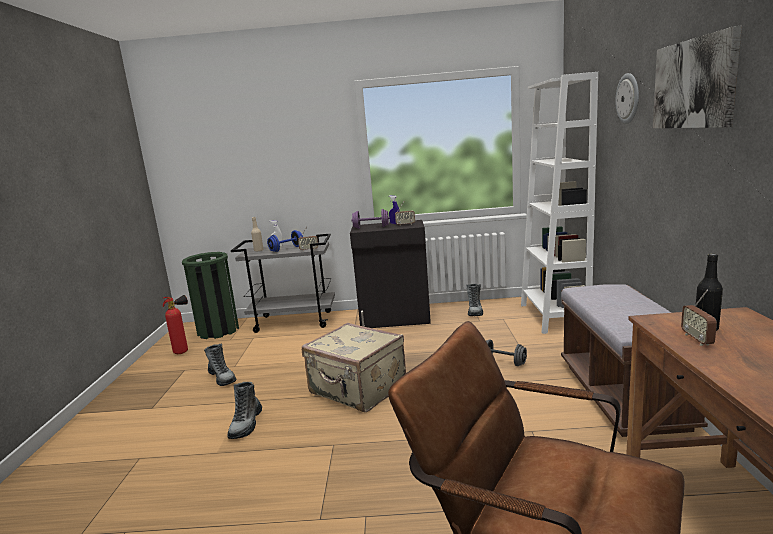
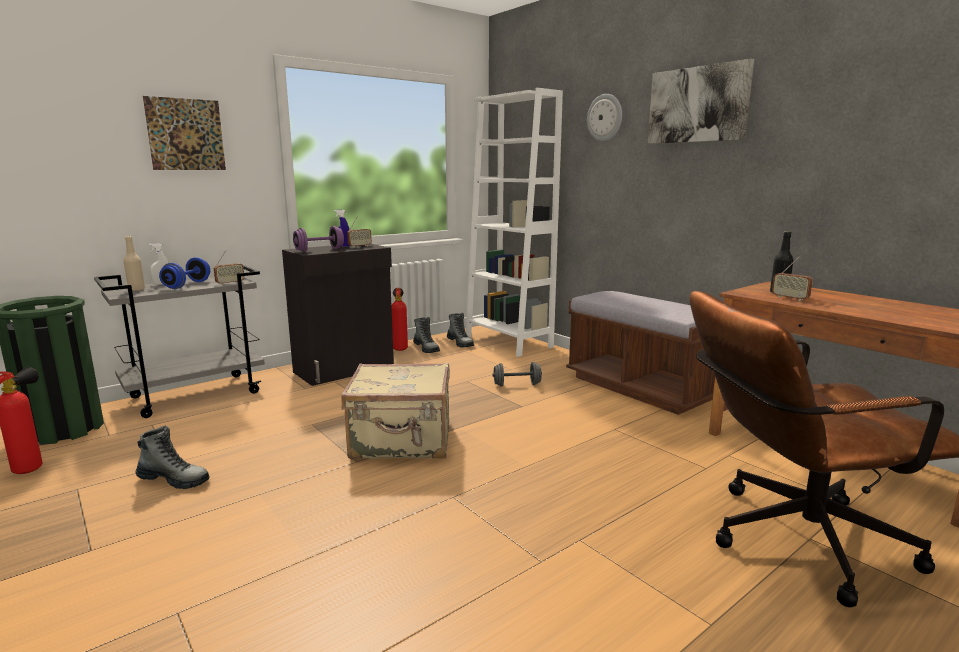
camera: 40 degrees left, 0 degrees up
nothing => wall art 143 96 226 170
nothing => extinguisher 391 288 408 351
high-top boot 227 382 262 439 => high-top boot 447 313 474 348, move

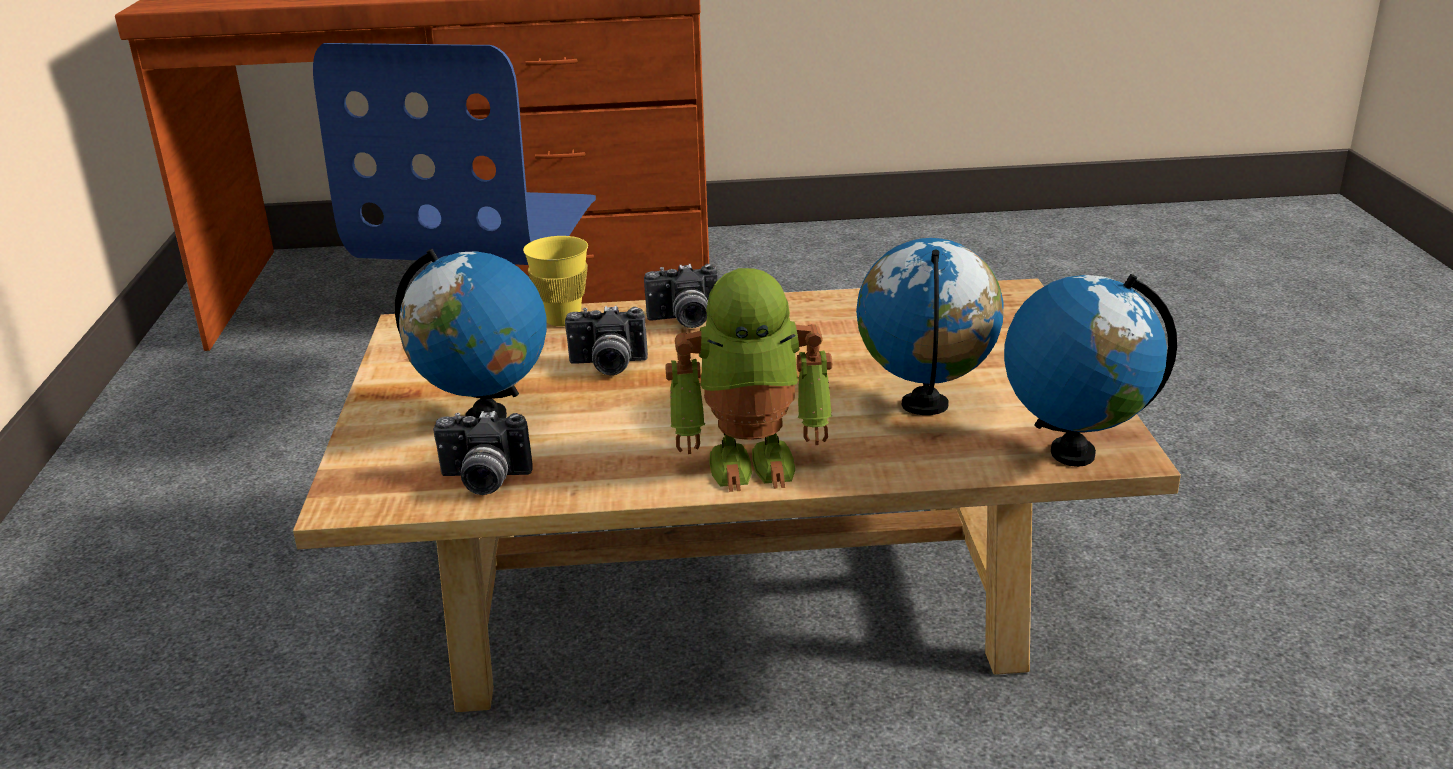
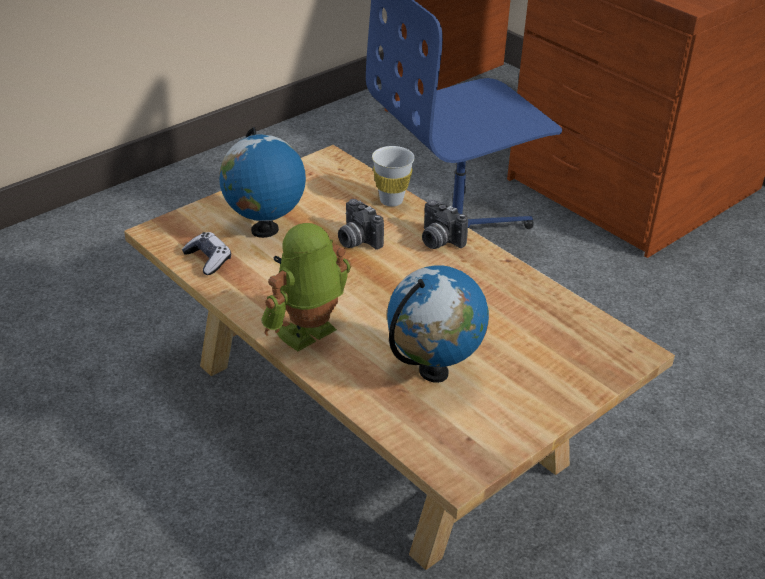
camera: 50 degrees right, 10 degrees up
world globe 1004 274 1177 467 => nothing
photo camera 433 411 533 495 => joypad 182 232 231 275
cup (yellow) 523 236 588 326 => cup (whitish) 372 146 415 207
robot figure 665 268 832 492 => robot figure 261 223 352 351, 90 degrees clockwise

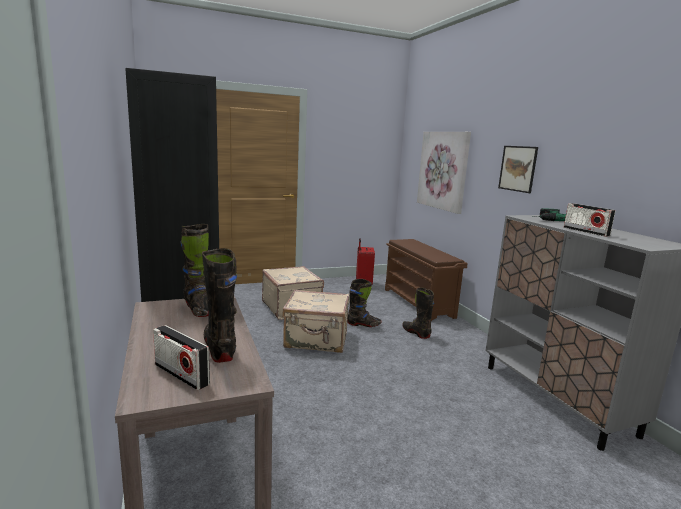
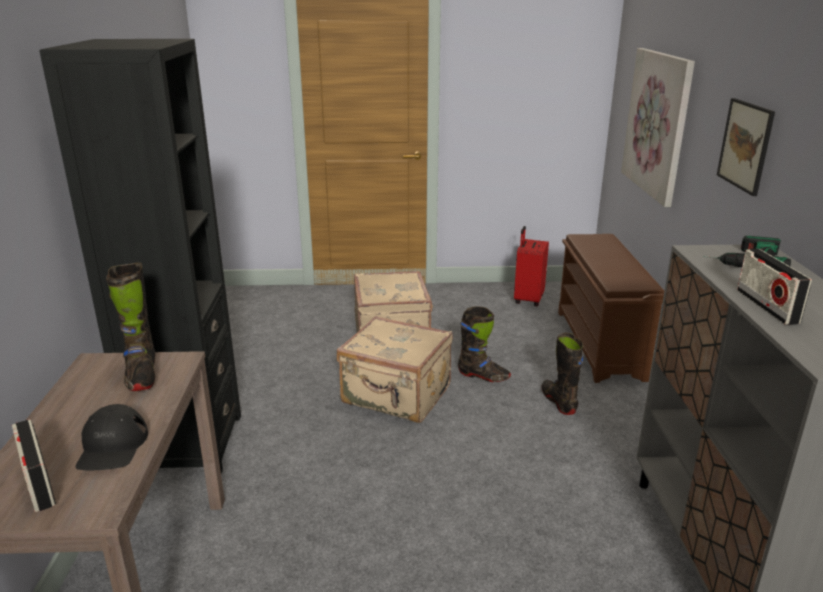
camera: 20 degrees right, 10 degrees up
high-top boot (blackish) 202 248 237 363 => cap (blackish) 76 404 148 470

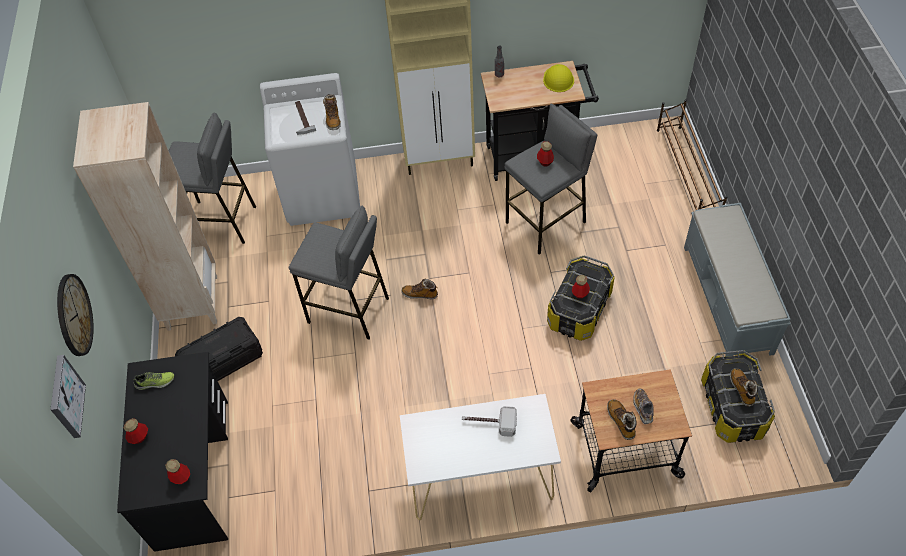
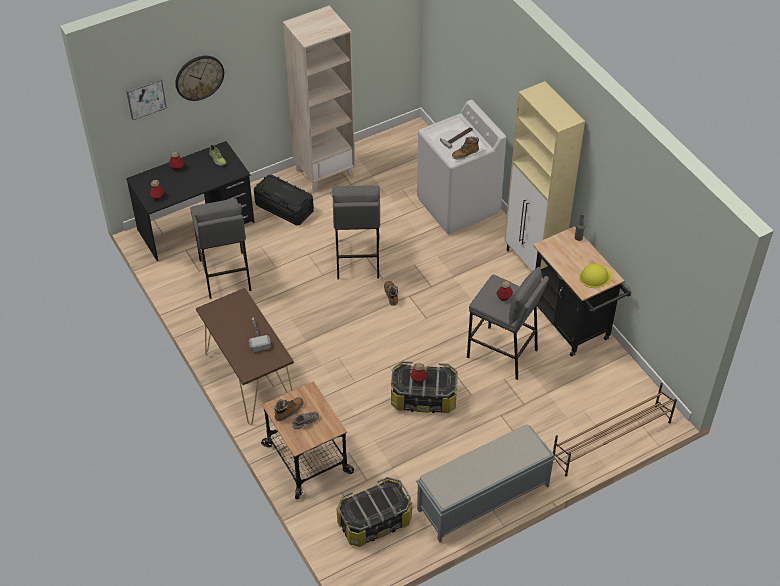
camera: 65 degrees right, 5 degrees down
high-top boot 730 368 758 407 => nothing
sitting stool (greyish) 169 113 256 244 => sitting stool (greyish) 190 199 251 299, move
narrow table (whitish) 400 394 561 520 => narrow table (brown) 196 288 294 425

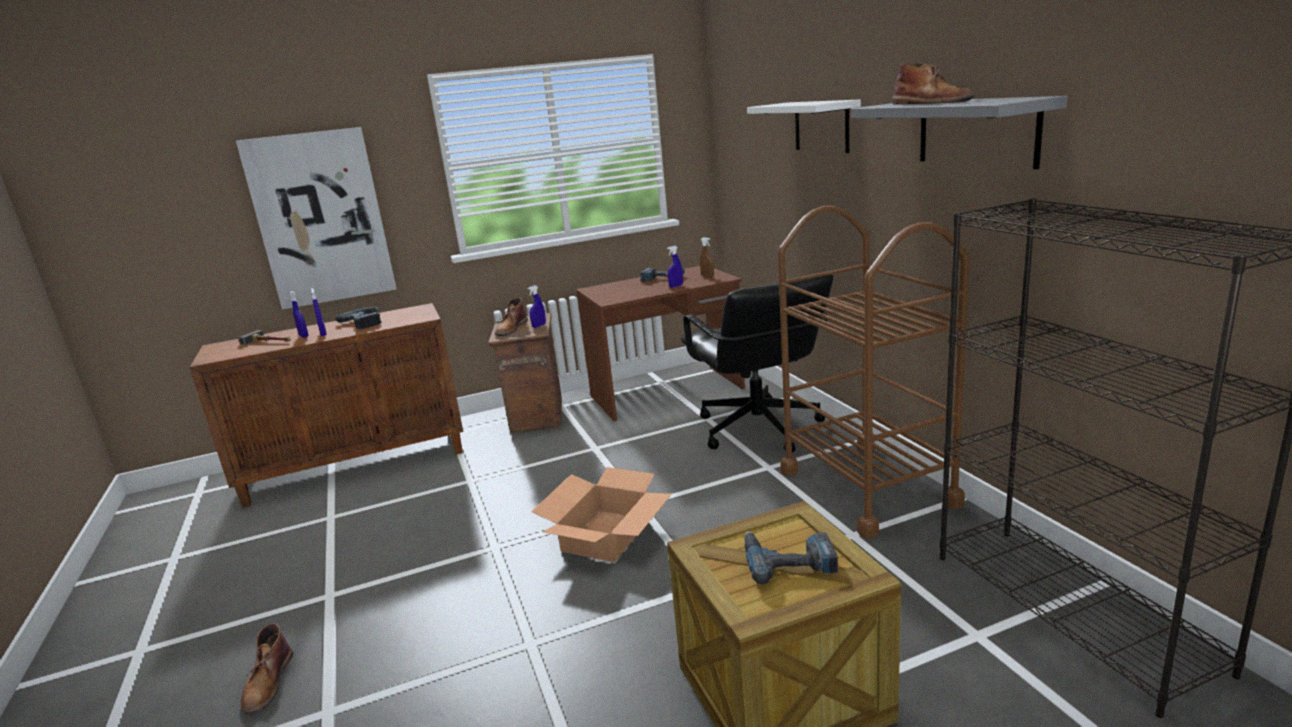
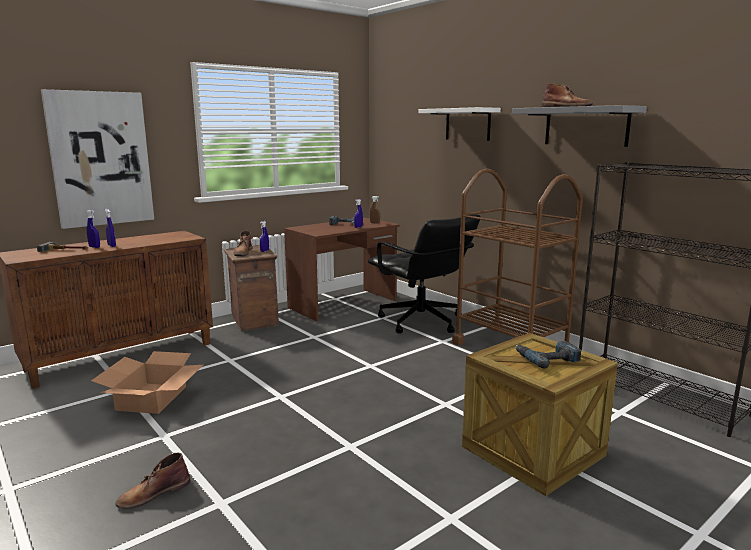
camera: 20 degrees left, 5 degrees down
electric drill 336 307 382 330 => nothing
cardboard box 531 467 672 563 => cardboard box 91 351 203 414, move
high-top boot (brown) 240 623 293 714 => high-top boot (brown) 115 452 190 509, 75 degrees clockwise

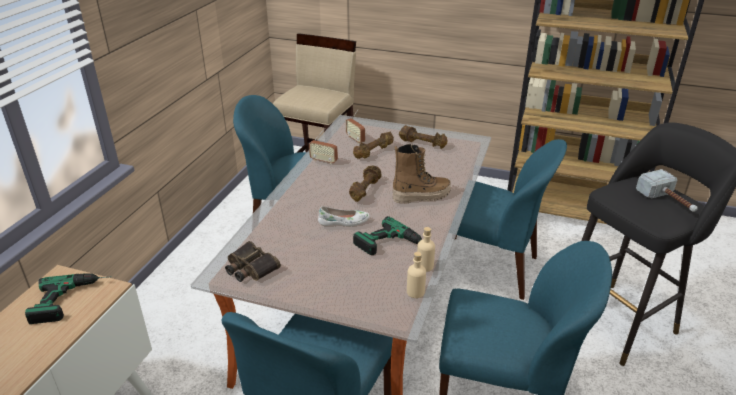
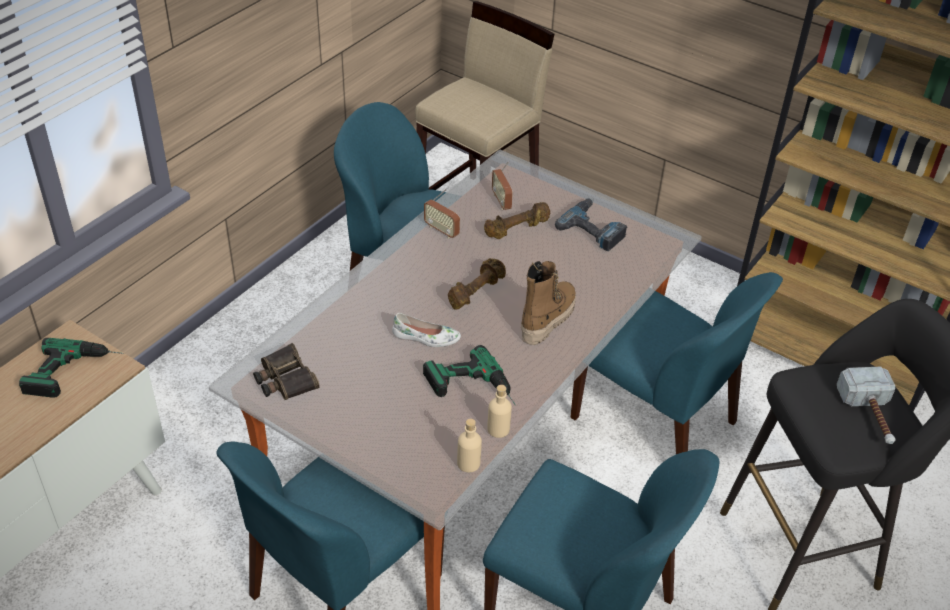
camera: 15 degrees right, 10 degrees up
dumbbell (brown) 399 125 448 149 => electric drill 555 198 627 251
high-top boot 393 144 451 203 => high-top boot 521 261 576 345, 60 degrees counterclockwise

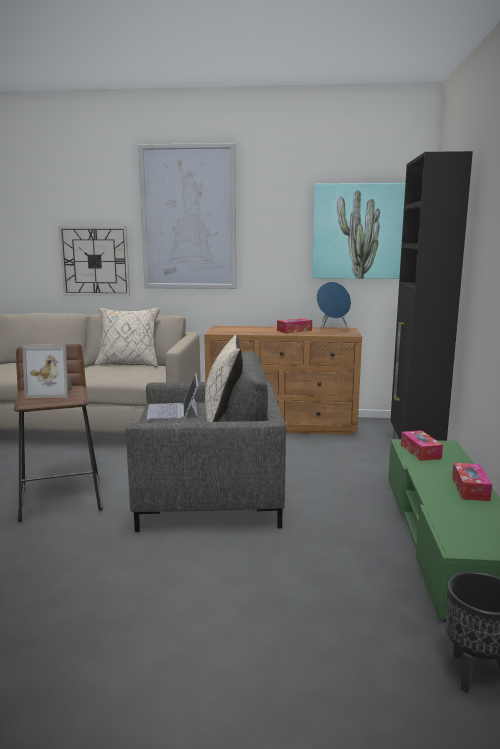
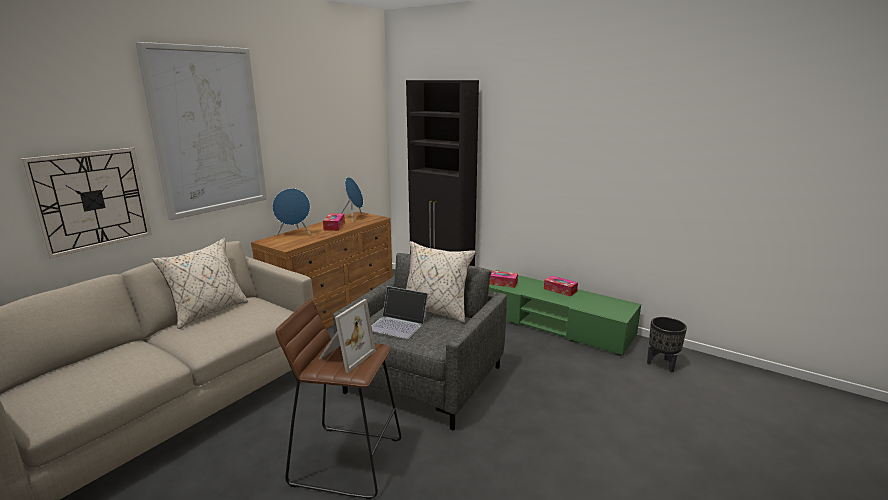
camera: 60 degrees left, 5 degrees up
wall art 312 183 405 279 => nothing
nothing => speaker (bluish) 272 188 311 236

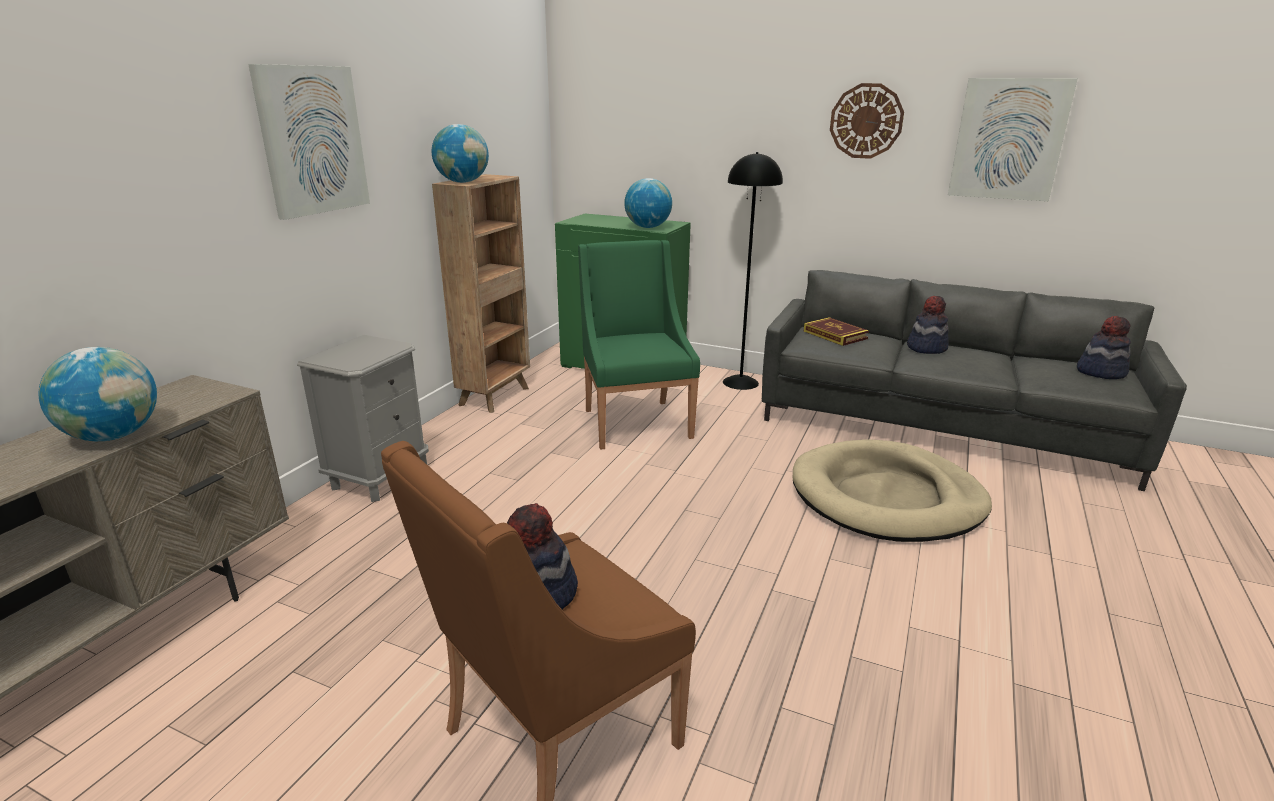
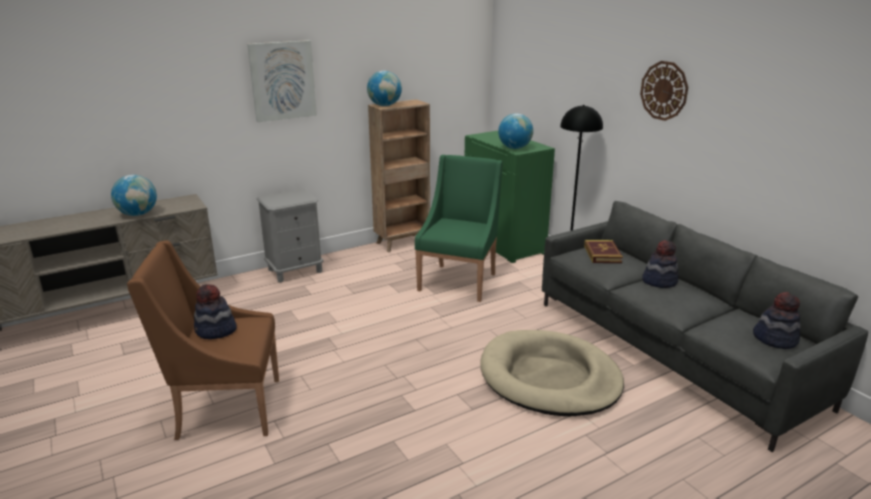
camera: 35 degrees right, 0 degrees up
wall art 948 78 1078 201 => nothing

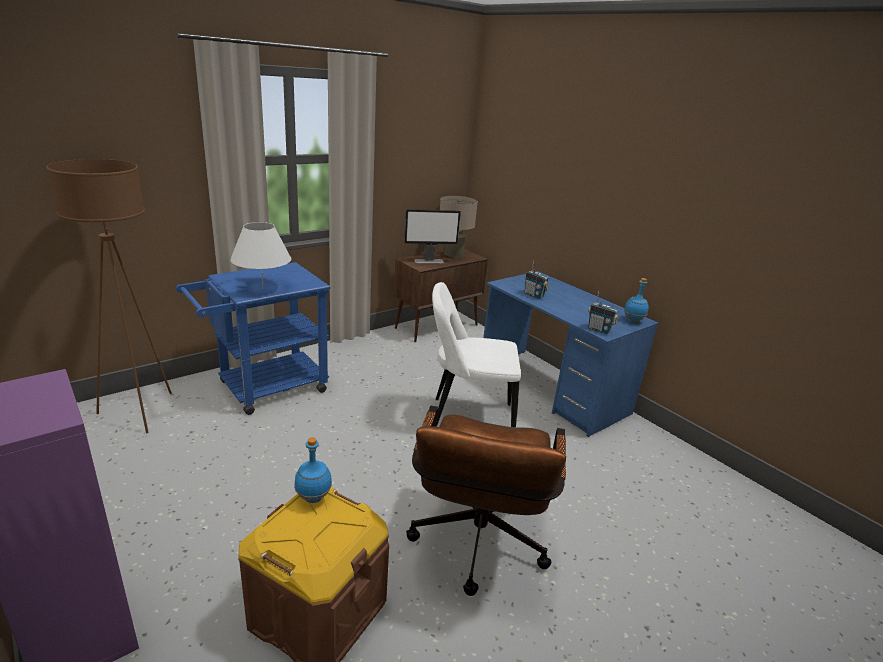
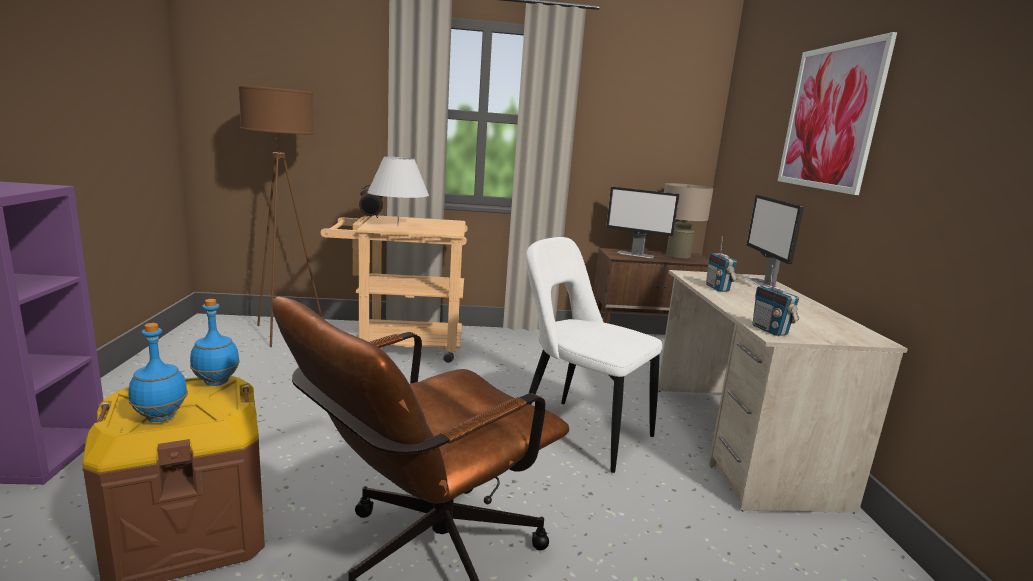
camera: 35 degrees right, 10 degrees down
nothing => alarm clock 359 185 383 218
nothing => monitor 746 195 804 287
nothing => wall art 778 32 897 195
bottle (bluish) 624 278 649 323 => bottle (bluish) 128 323 188 422, move
wheeled cart (bluish) 176 262 331 415 => wheeled cart (beige) 321 215 468 363
desk unit (bluish) 483 271 659 437 => desk unit (beige) 658 270 908 514

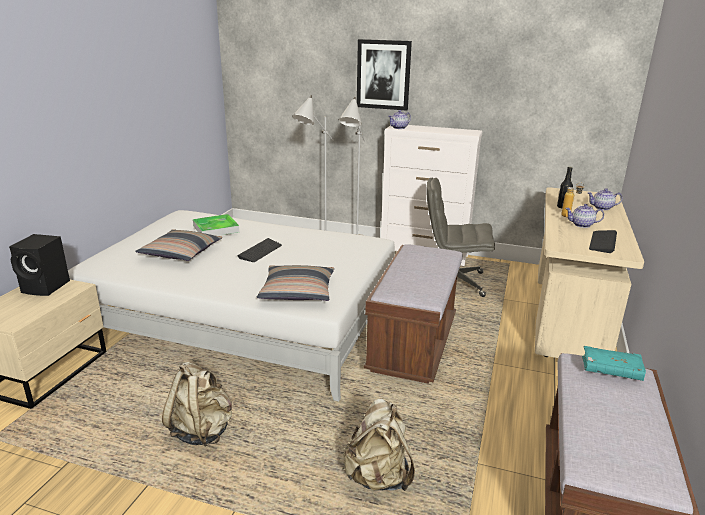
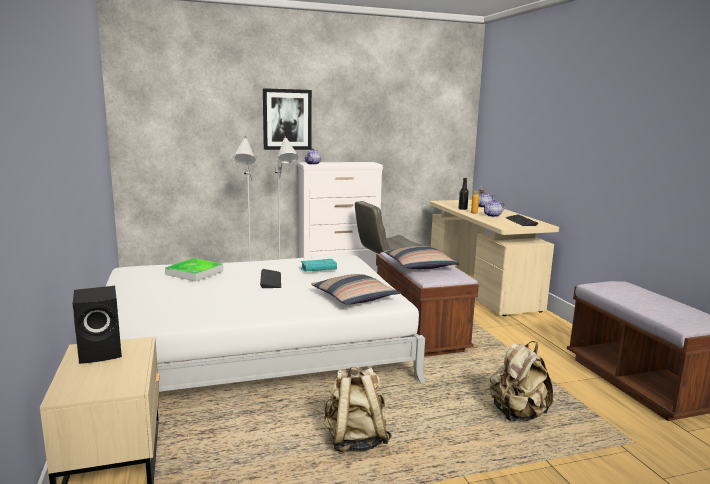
camera: 35 degrees left, 10 degrees down
throw pillow 136 229 222 261 => throw pillow 384 246 459 269, move
bound book (blue-green) 582 346 646 381 => bound book (blue-green) 300 259 337 272, move

